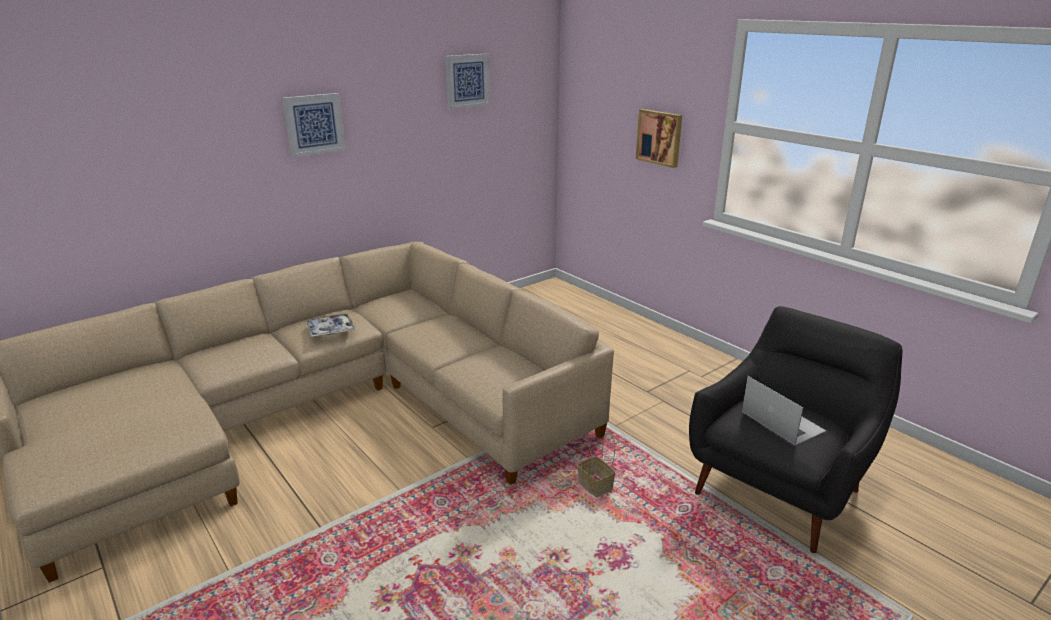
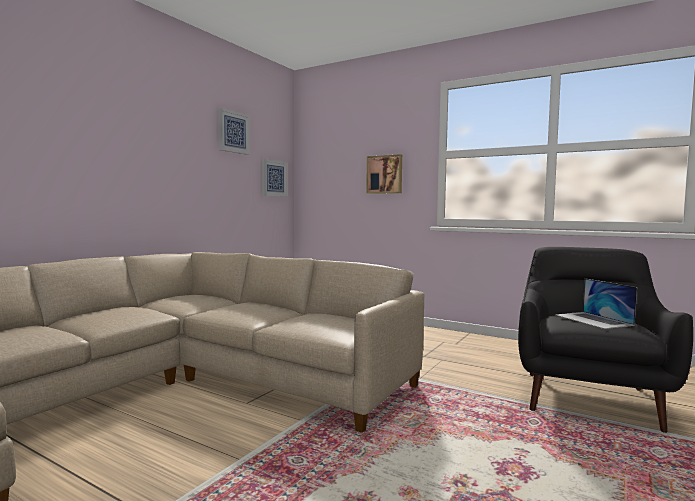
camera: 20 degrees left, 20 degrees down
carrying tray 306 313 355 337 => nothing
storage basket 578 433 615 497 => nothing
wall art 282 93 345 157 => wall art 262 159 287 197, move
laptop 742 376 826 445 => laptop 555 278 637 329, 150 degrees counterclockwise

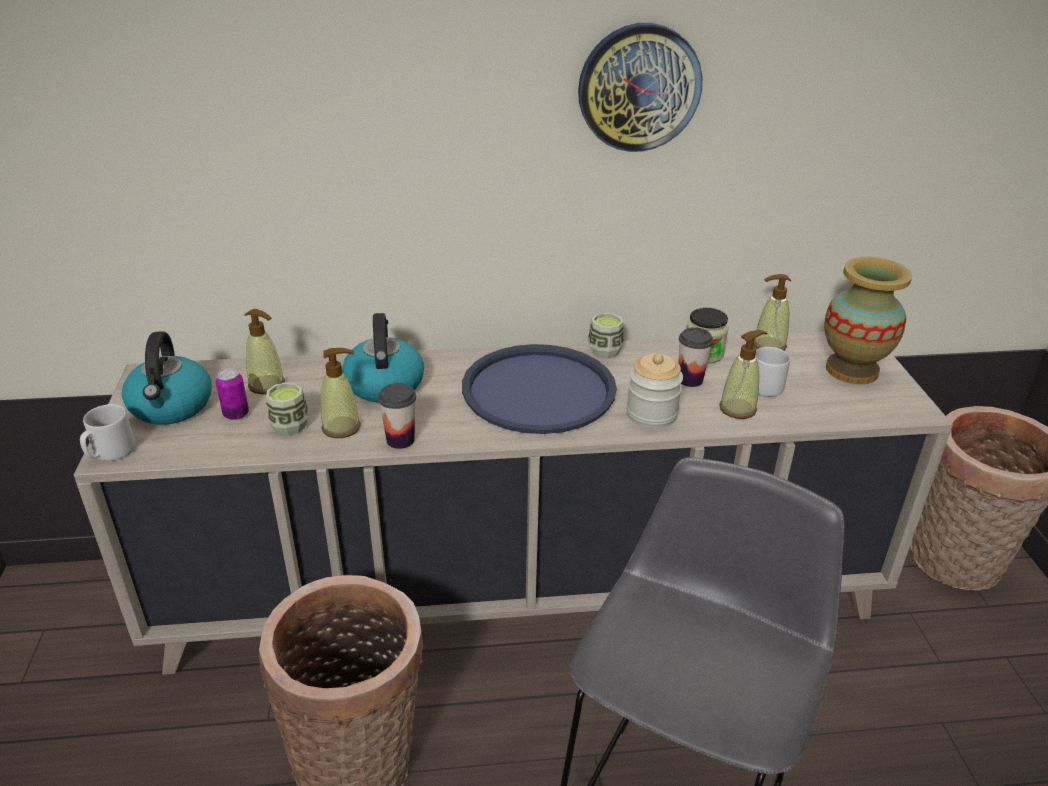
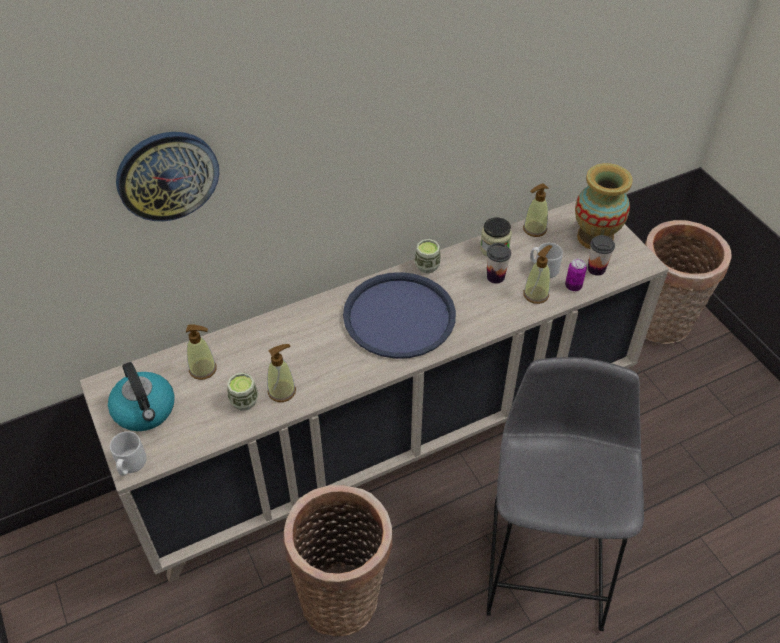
camera: 20 degrees left, 15 degrees up
kettle 342 313 424 402 => nothing
storage jar 626 353 683 428 => nothing
metal can 216 368 249 420 => metal can 565 259 587 291, move
cup 378 383 416 449 => cup 588 235 615 276, move
hanging clock 578 23 702 152 => hanging clock 116 132 219 221, move

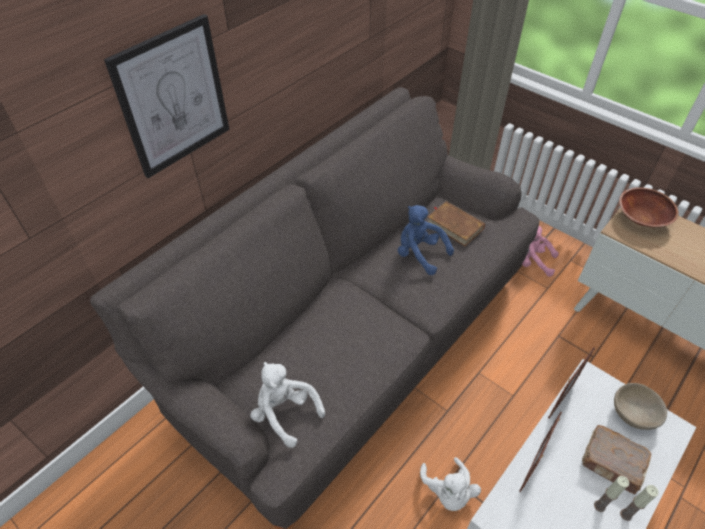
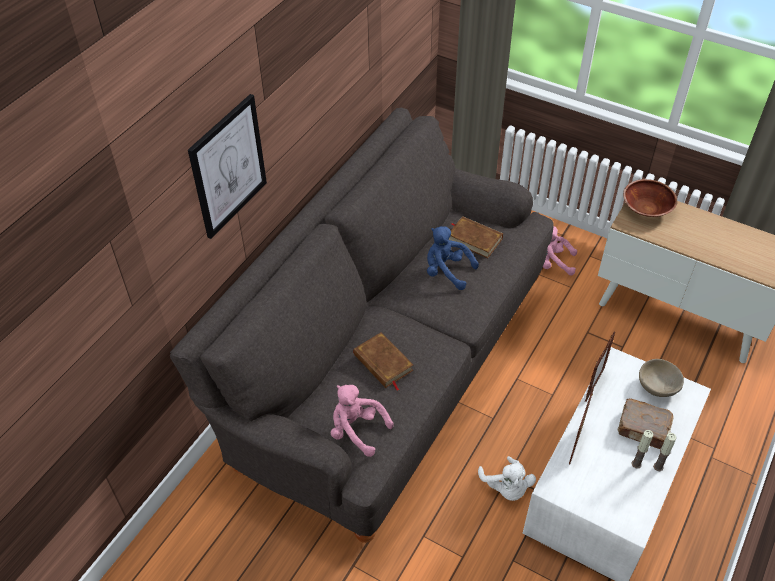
camera: 10 degrees left, 0 degrees up
nothing => bound book (brown) 353 332 413 391
soft toy (whitish) 250 362 325 448 => soft toy (pinkish) 331 385 394 457

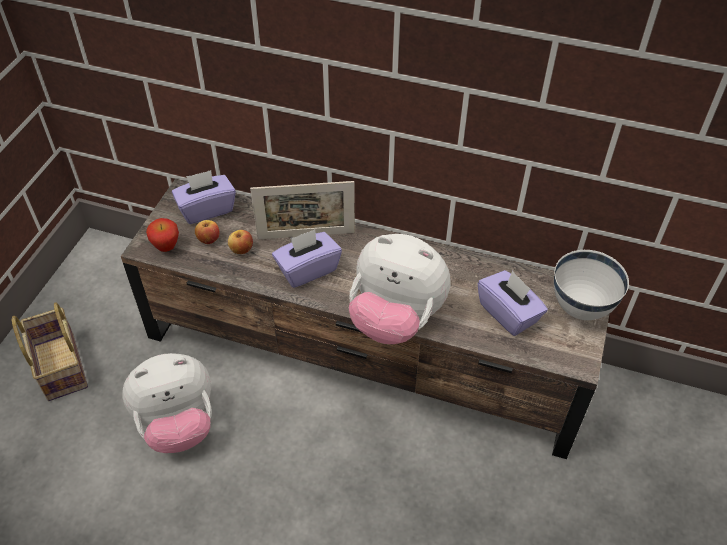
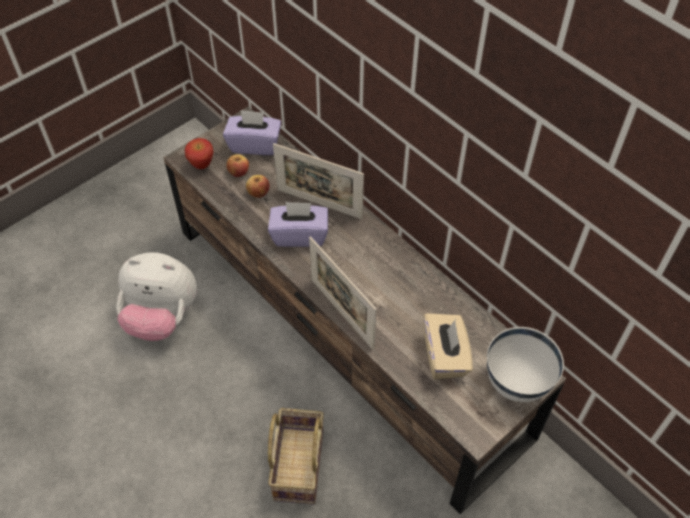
camera: 30 degrees right, 5 degrees up
storage basket 12 302 88 401 => storage basket 268 408 324 505, move
soft toy 349 234 450 344 => photo frame 309 236 377 350
tissue holder (purple-coloured) 478 270 548 336 => tissue holder (beige) 423 313 473 379

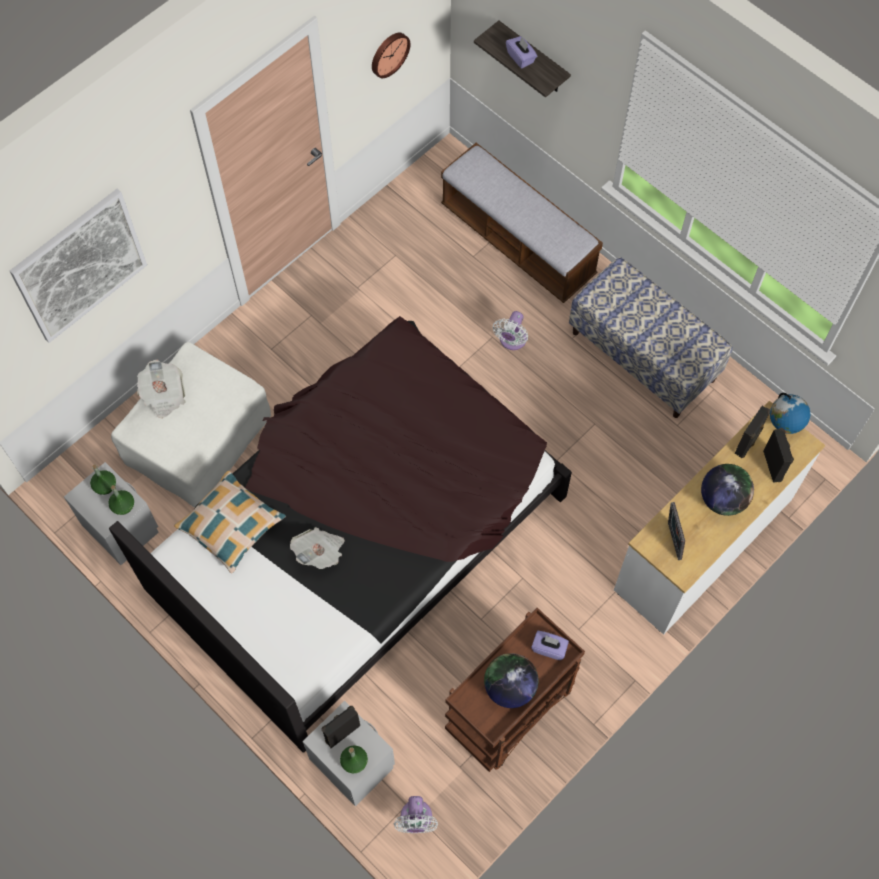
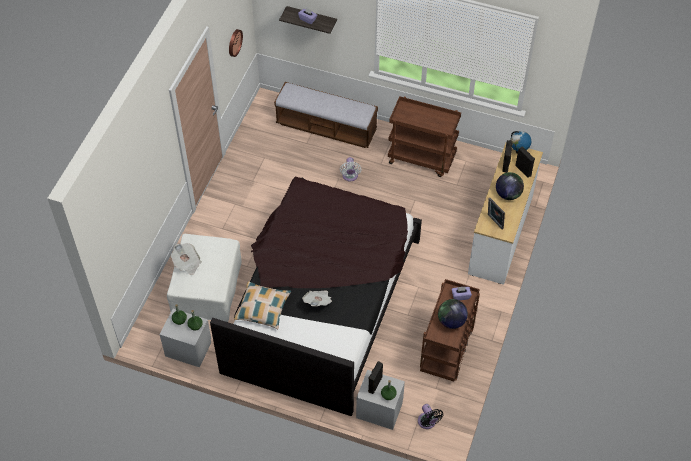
camera: 25 degrees left, 10 degrees down
wall art 10 188 147 343 => nothing
bench 569 257 733 418 => wheeled cart (brown) 388 96 461 177
electric fan (whitish) 394 796 438 833 => electric fan (blackish) 418 404 443 429

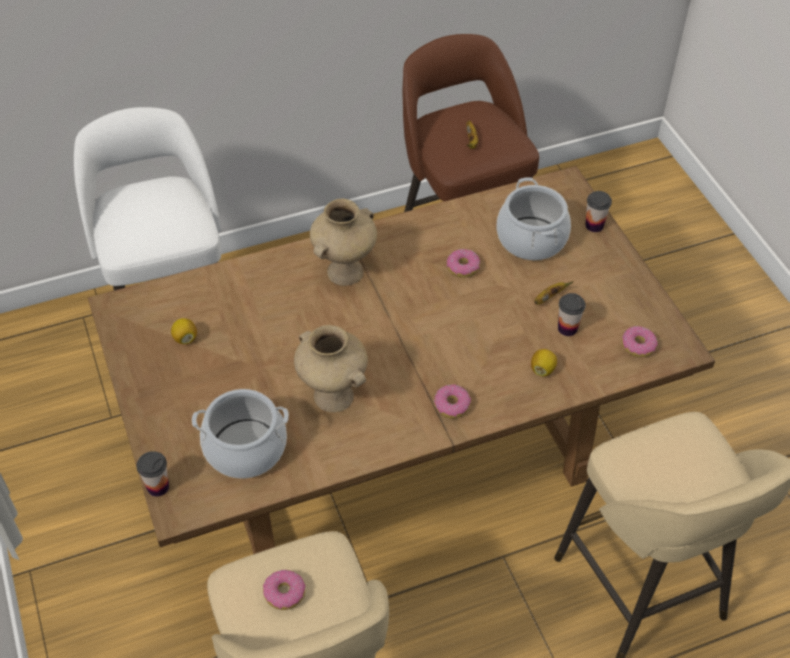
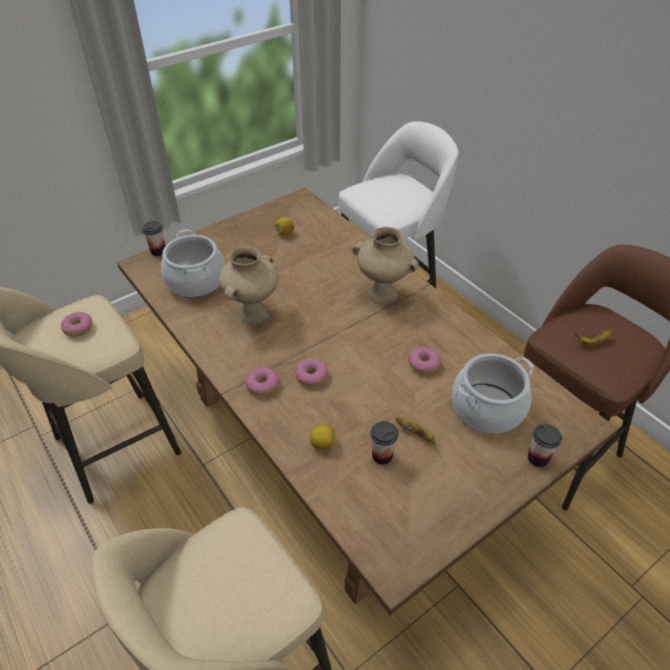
camera: 75 degrees right, 5 degrees down
doughnut 621 326 658 358 => doughnut 295 358 328 386, move

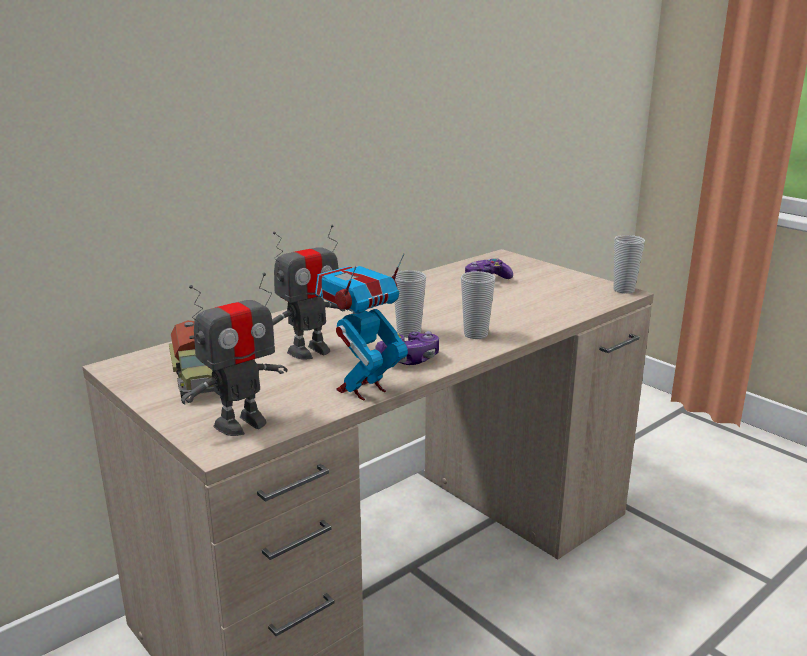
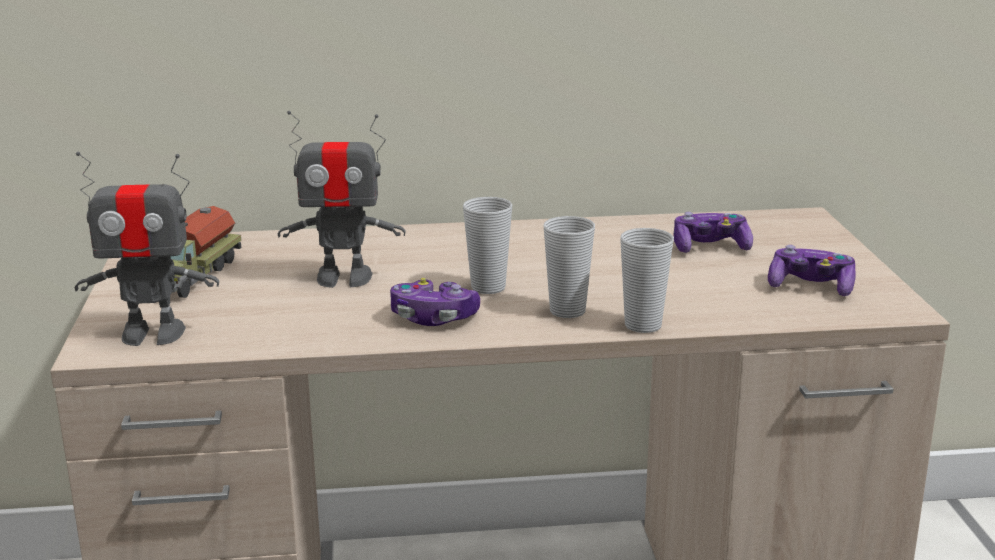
camera: 35 degrees right, 0 degrees up
robot figure 315 253 408 401 => nothing
nothing => joypad 768 245 856 296
cup 614 235 645 294 => cup 620 228 674 333, move

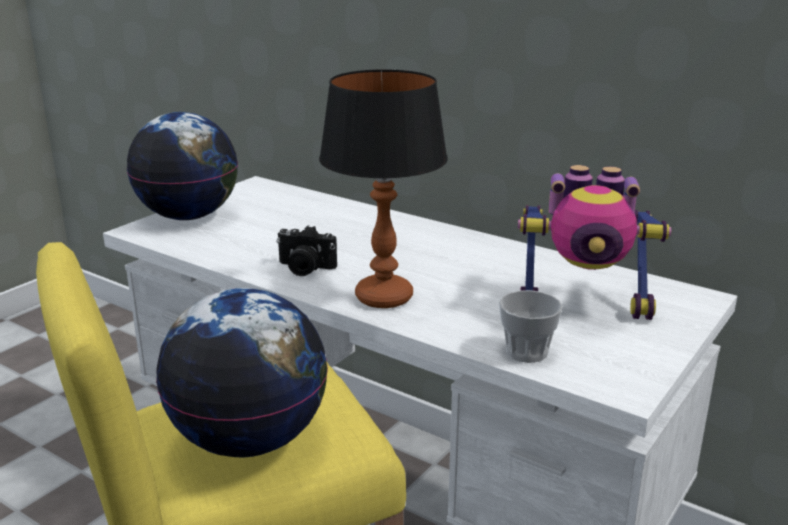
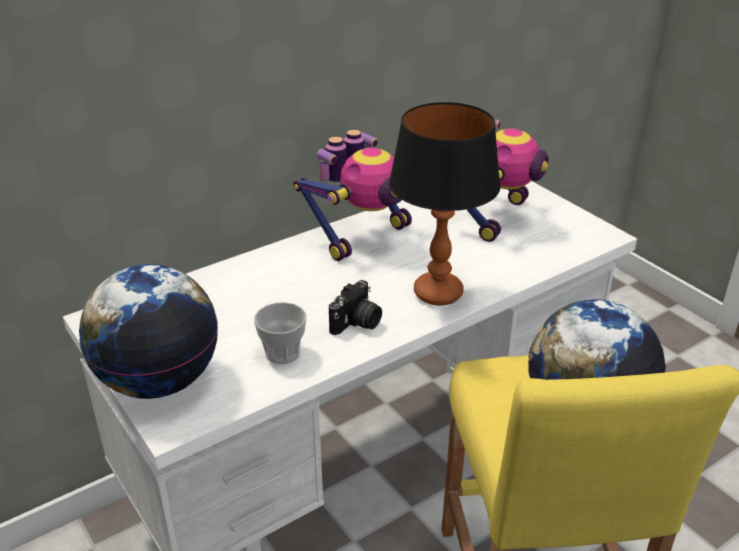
camera: 70 degrees left, 10 degrees up
nothing => robot figure 293 130 412 261
cup 499 290 563 363 => cup 254 302 306 364, move

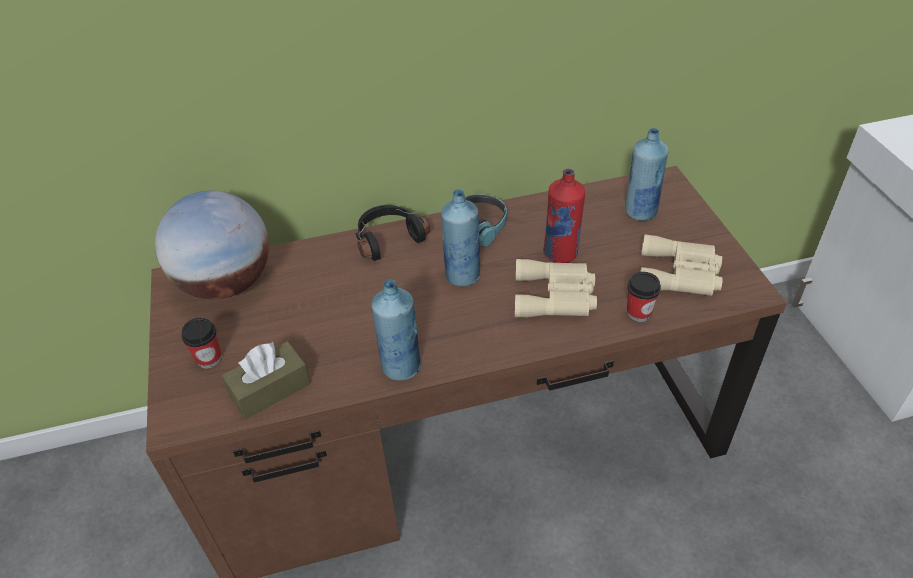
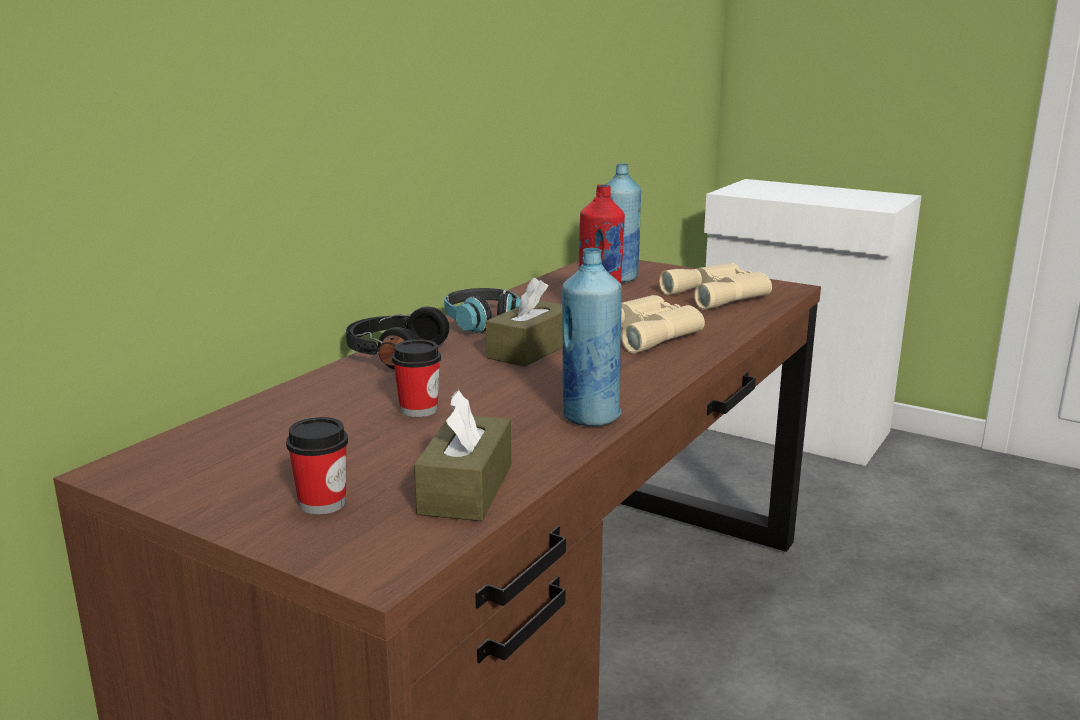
camera: 45 degrees left, 25 degrees down
world globe 155 191 269 299 => nothing
cup 627 272 661 322 => cup 392 339 441 417, move
bottle (bluish) 441 189 481 287 => tissue holder (brown) 486 277 563 367

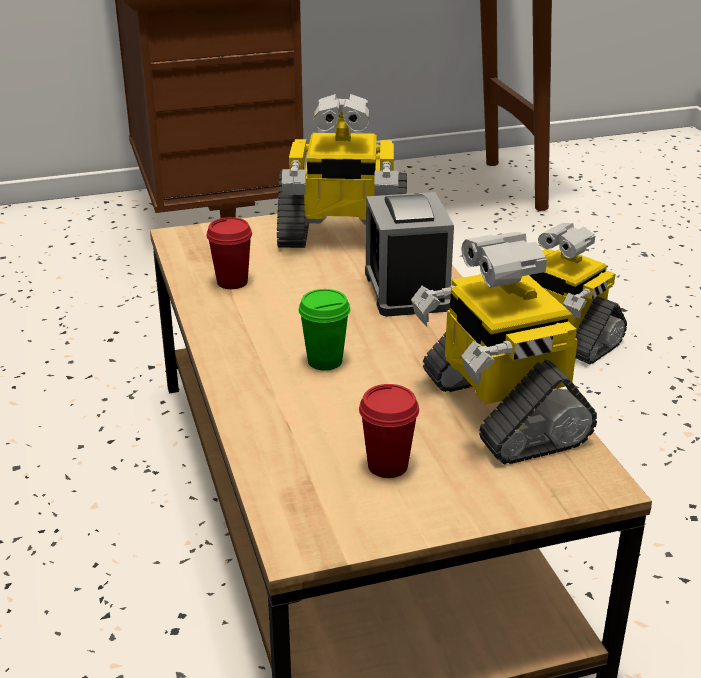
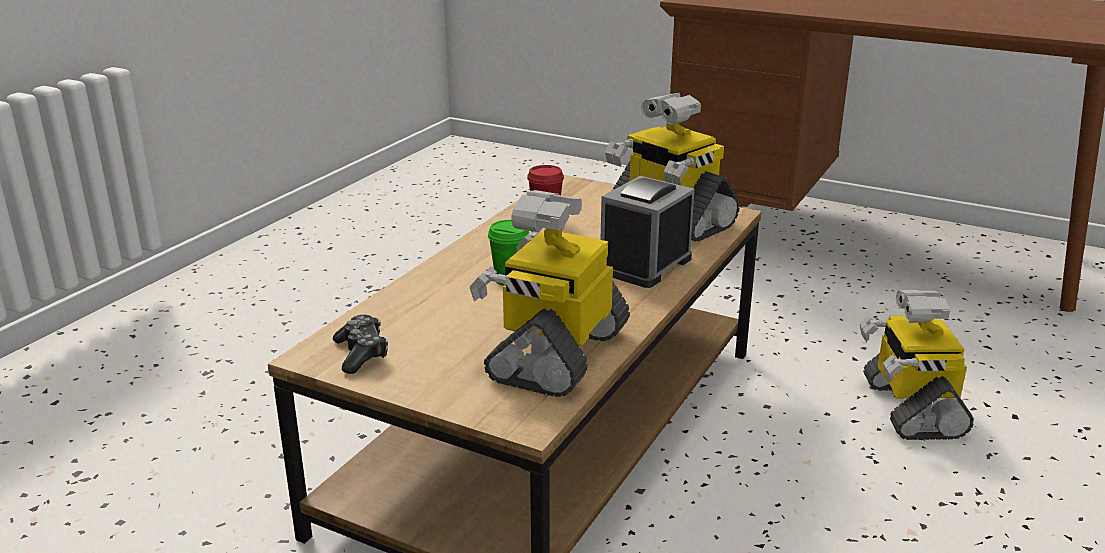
camera: 45 degrees right, 5 degrees down
cup (red-coloured) 359 384 419 478 => nothing
nothing => joypad 333 315 388 374

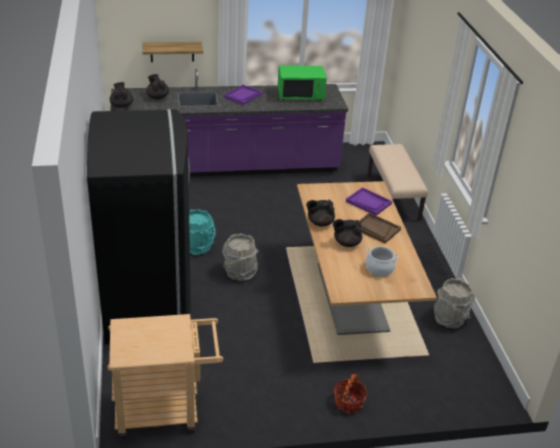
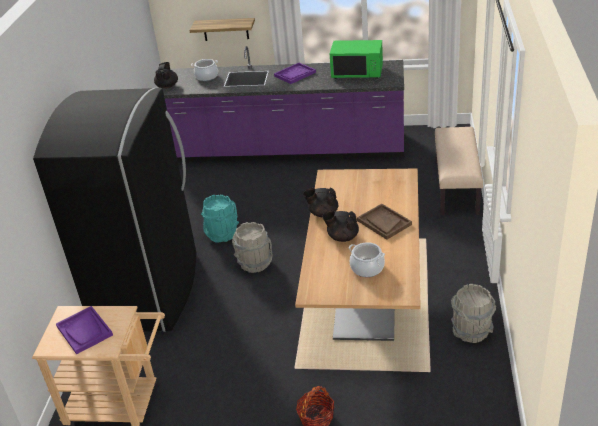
camera: 20 degrees right, 0 degrees up
carrying tray (purple-coloured) 346 187 392 216 => carrying tray (purple-coloured) 56 306 113 354, move
teapot (blackish) 146 74 169 99 => saucepot 191 59 218 81

